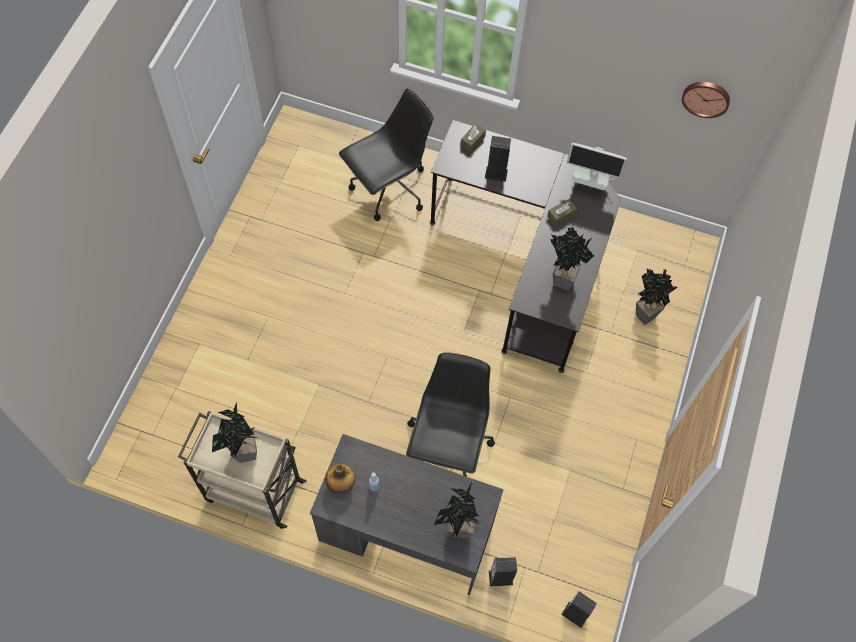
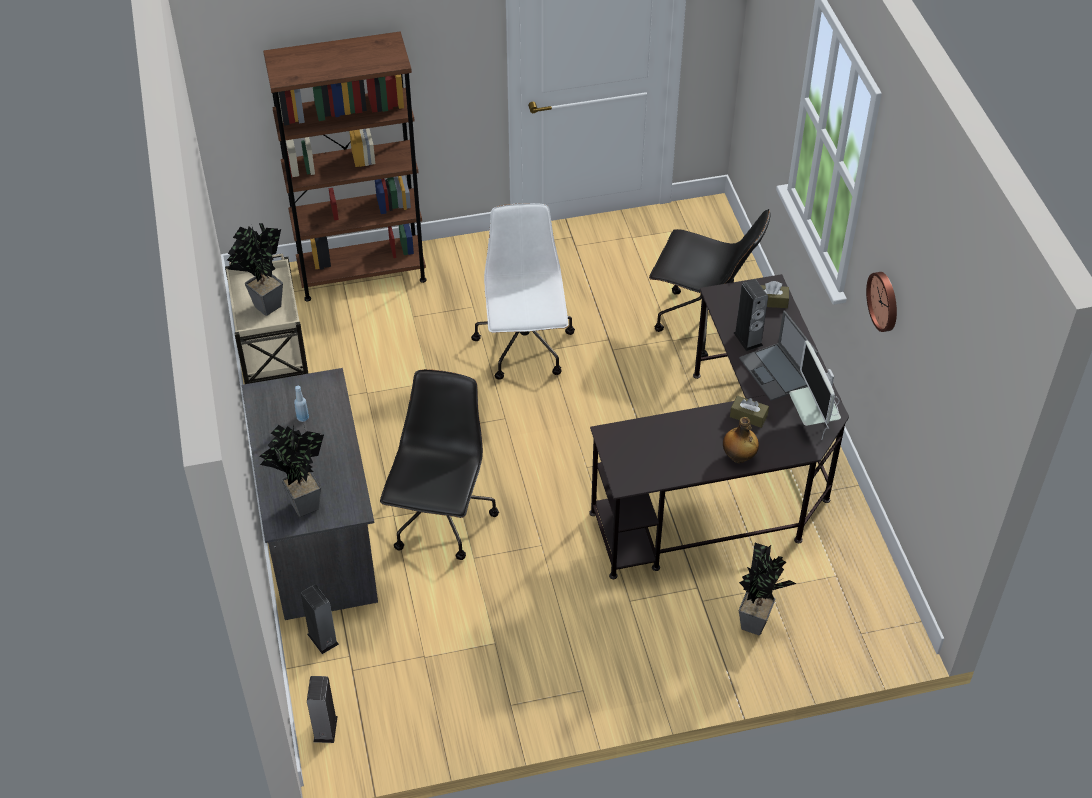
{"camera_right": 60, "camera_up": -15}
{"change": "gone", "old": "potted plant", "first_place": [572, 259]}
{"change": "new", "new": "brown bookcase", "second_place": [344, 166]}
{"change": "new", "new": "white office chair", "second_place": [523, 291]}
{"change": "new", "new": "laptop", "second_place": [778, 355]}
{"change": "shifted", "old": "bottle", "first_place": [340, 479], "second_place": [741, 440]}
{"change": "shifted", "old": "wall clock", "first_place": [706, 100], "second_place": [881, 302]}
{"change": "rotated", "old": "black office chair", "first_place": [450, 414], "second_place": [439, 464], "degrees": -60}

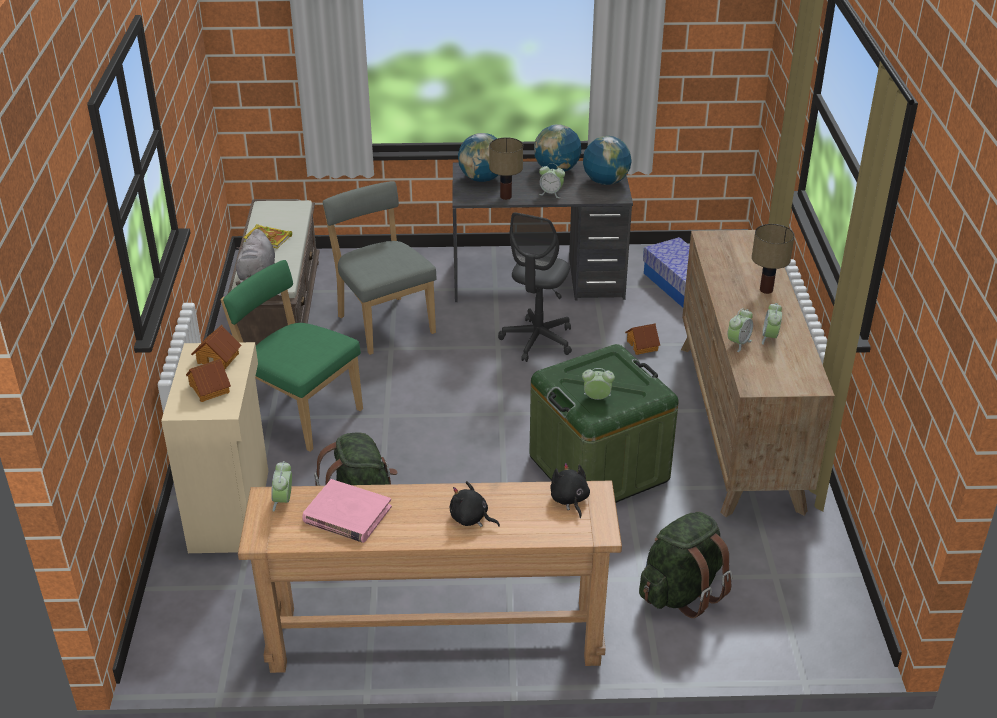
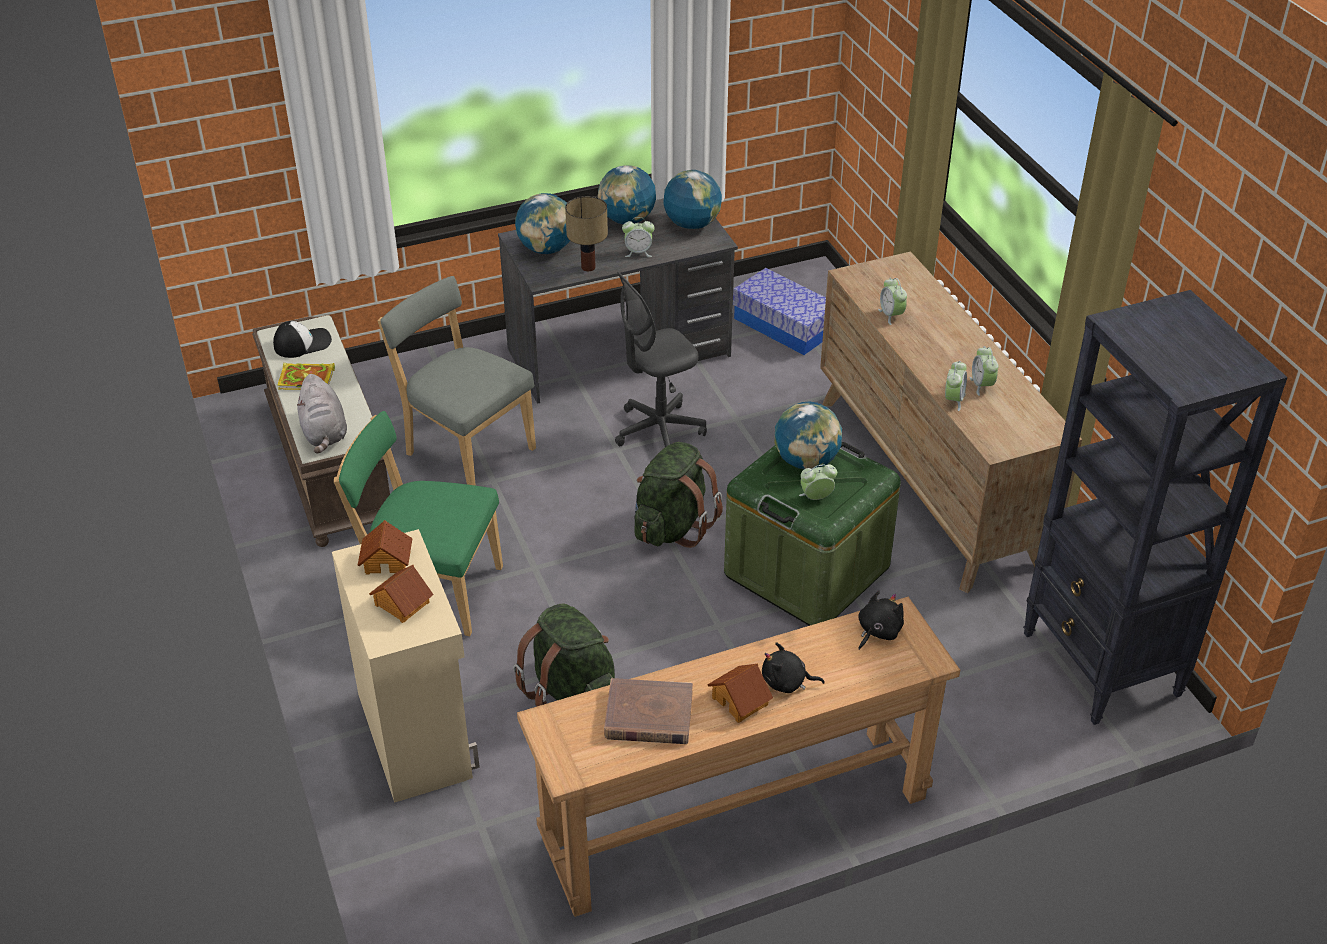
{"camera_right": -20, "camera_up": 5}
{"change": "gone", "old": "table lamp", "first_place": [773, 259]}
{"change": "new", "new": "cap", "second_place": [302, 339]}
{"change": "new", "new": "globe", "second_place": [808, 435]}
{"change": "new", "new": "black bookcase", "second_place": [1155, 507]}
{"change": "shifted", "old": "alarm clock", "first_place": [281, 486], "second_place": [892, 301]}
{"change": "shifted", "old": "toy house", "first_place": [642, 339], "second_place": [740, 693]}
{"change": "shifted", "old": "green backpack", "first_place": [686, 565], "second_place": [678, 495]}
{"change": "repainted", "old": "pink book", "new": "brown book", "first_place": [347, 511], "second_place": [648, 711]}
{"change": "rotated", "old": "grey office chair", "first_place": [535, 287], "second_place": [661, 359], "degrees": 60}
{"change": "rotated", "old": "black plush toy", "first_place": [570, 490], "second_place": [881, 620], "degrees": 75}

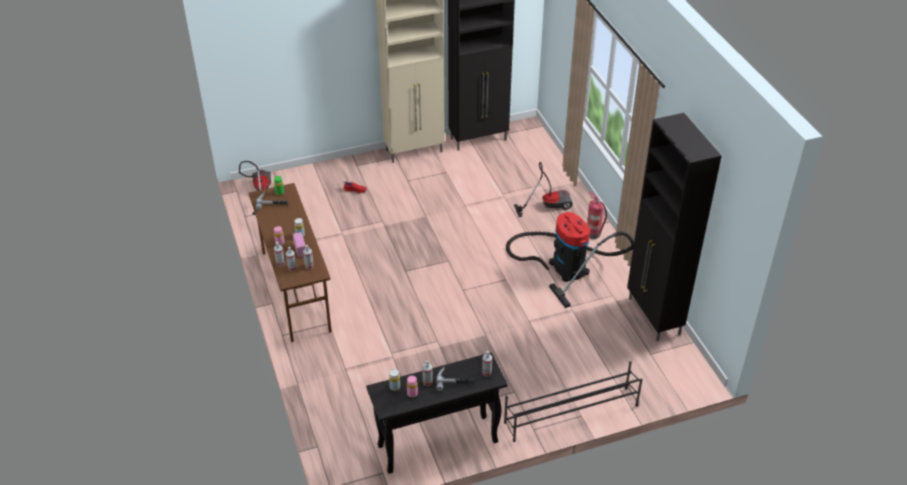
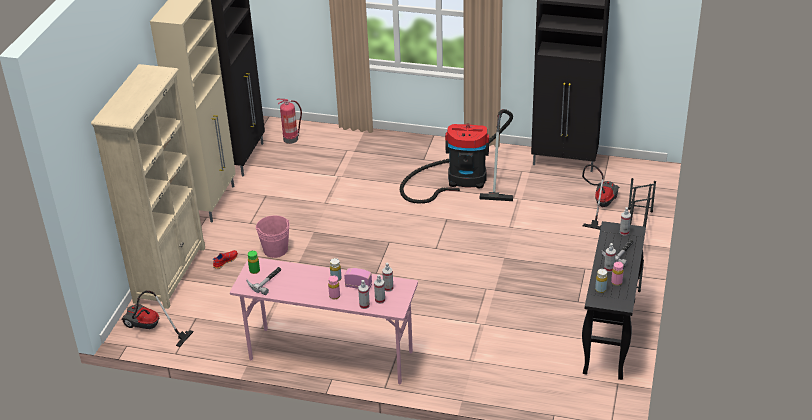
{"camera_right": -55, "camera_up": -5}
{"change": "new", "new": "beige bookcase", "second_place": [148, 186]}
{"change": "new", "new": "pink bucket", "second_place": [273, 236]}
{"change": "shifted", "old": "vacuum cleaner", "first_place": [543, 189], "second_place": [601, 197]}
{"change": "shifted", "old": "fire extinguisher", "first_place": [597, 215], "second_place": [289, 121]}
{"change": "repainted", "old": "brown desk", "new": "pink desk", "first_place": [290, 262], "second_place": [324, 321]}

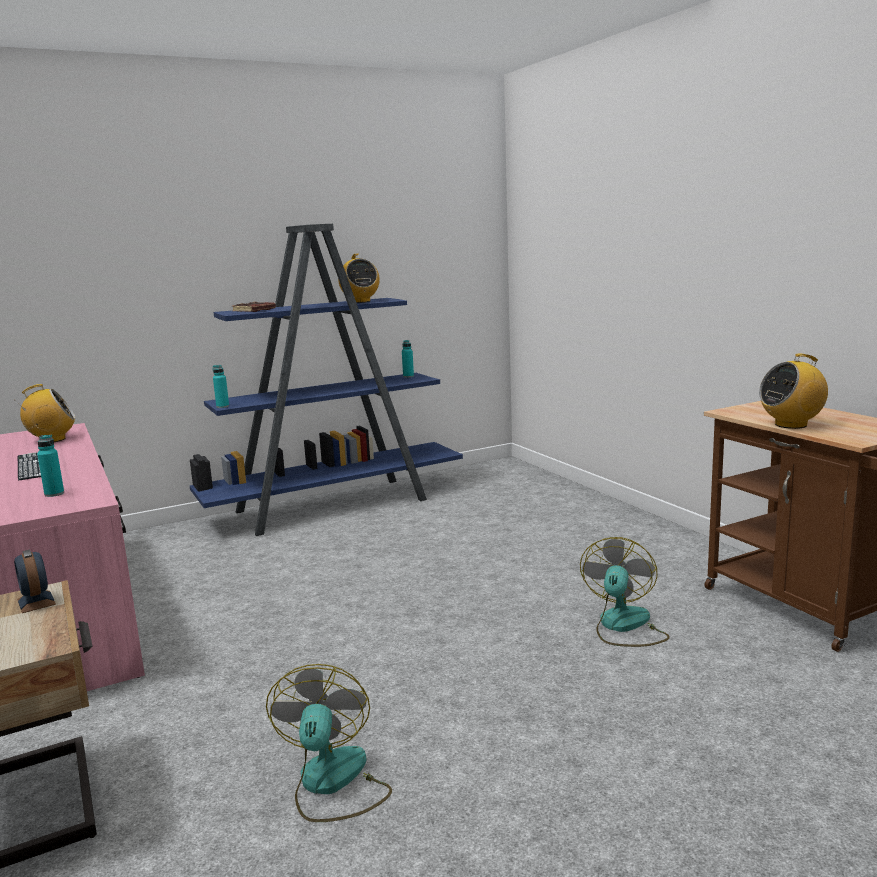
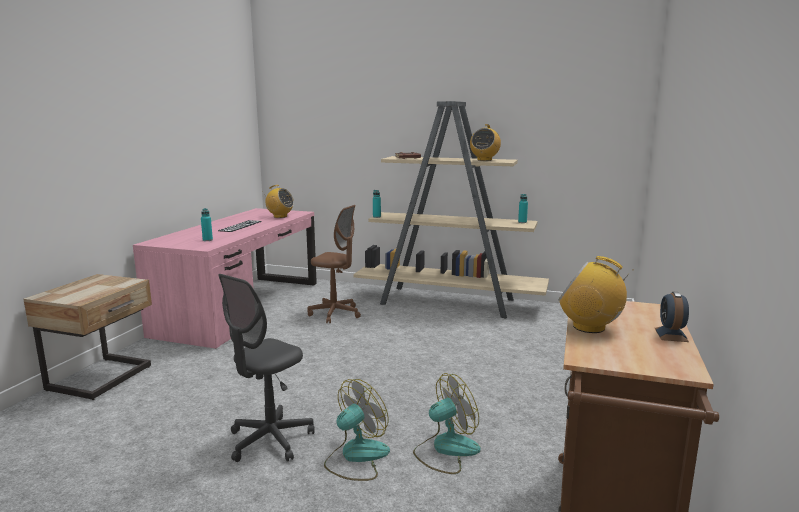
{"camera_right": 45, "camera_up": 0}
{"change": "new", "new": "grey office chair", "second_place": [266, 368]}
{"change": "new", "new": "brown office chair", "second_place": [334, 264]}
{"change": "shifted", "old": "alarm clock", "first_place": [35, 581], "second_place": [671, 317]}
{"change": "shifted", "old": "fan", "first_place": [329, 743], "second_place": [357, 430]}
{"change": "repainted", "old": "blue bookcase", "new": "beige bookcase", "first_place": [326, 380], "second_place": [451, 209]}

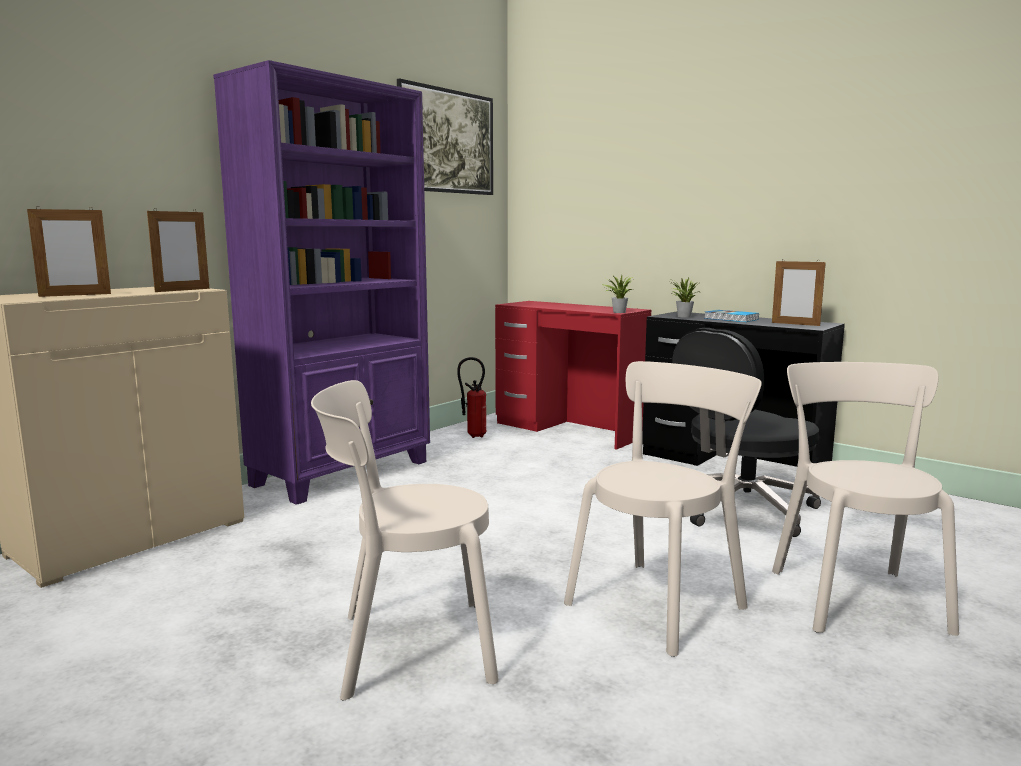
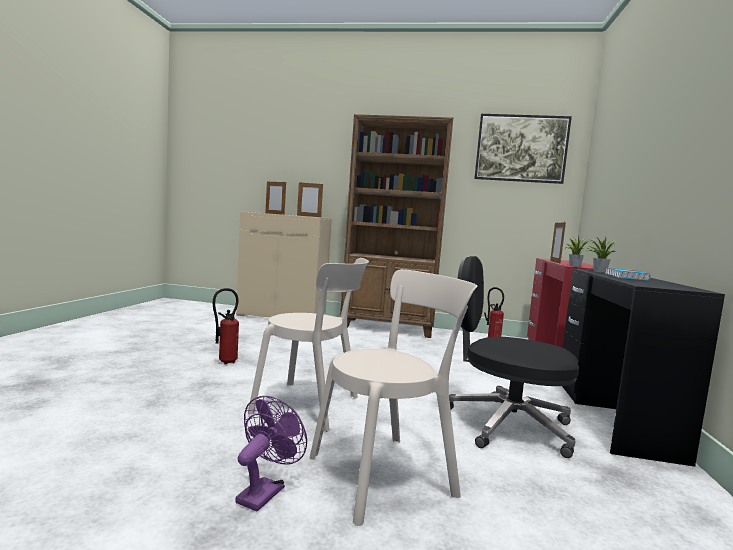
{"camera_right": 60, "camera_up": -5}
{"change": "new", "new": "purple fan", "second_place": [271, 453]}
{"change": "shifted", "old": "picture frame", "first_place": [799, 292], "second_place": [558, 243]}
{"change": "swapped", "old": "beige chair", "new": "fire extinguisher", "first_place": [405, 540], "second_place": [226, 326]}
{"change": "repainted", "old": "purple bookcase", "new": "brown bookcase", "first_place": [321, 282], "second_place": [396, 226]}

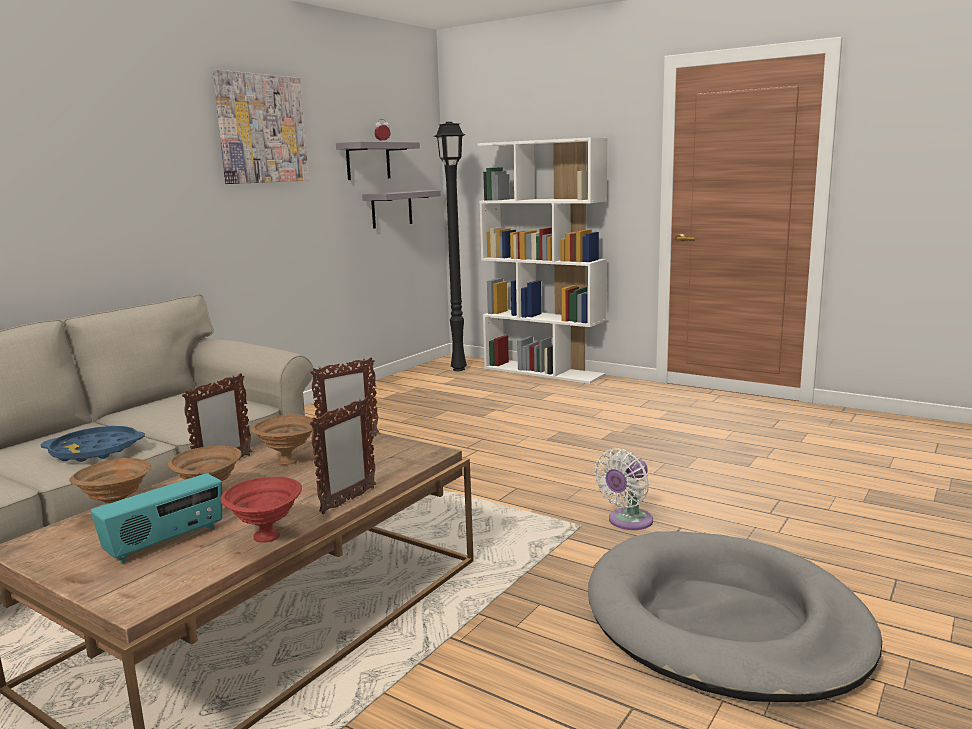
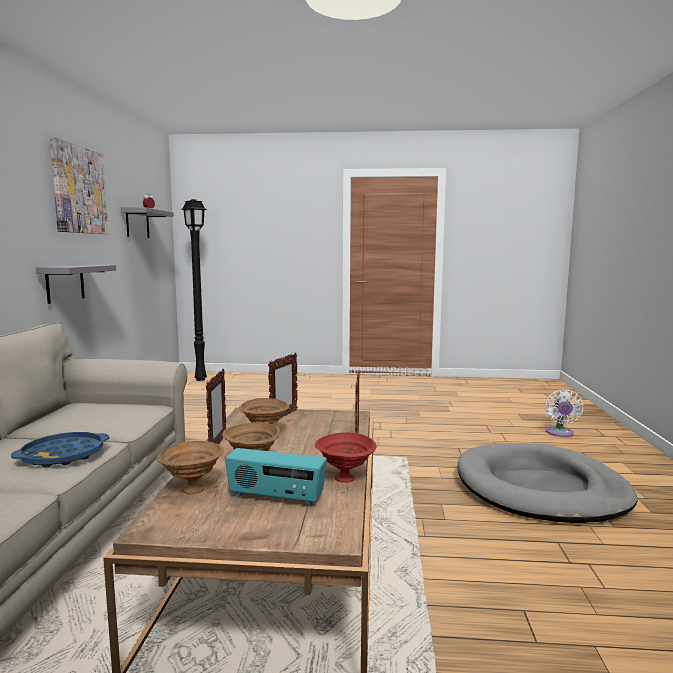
{"camera_right": -30, "camera_up": -5}
{"change": "gone", "old": "white bookcase", "first_place": [542, 260]}
{"change": "shifted", "old": "grey shelf", "first_place": [401, 209], "second_place": [76, 284]}
{"change": "shifted", "old": "white fan", "first_place": [623, 489], "second_place": [564, 413]}
{"change": "rotated", "old": "radio", "first_place": [156, 518], "second_place": [276, 477], "degrees": 90}

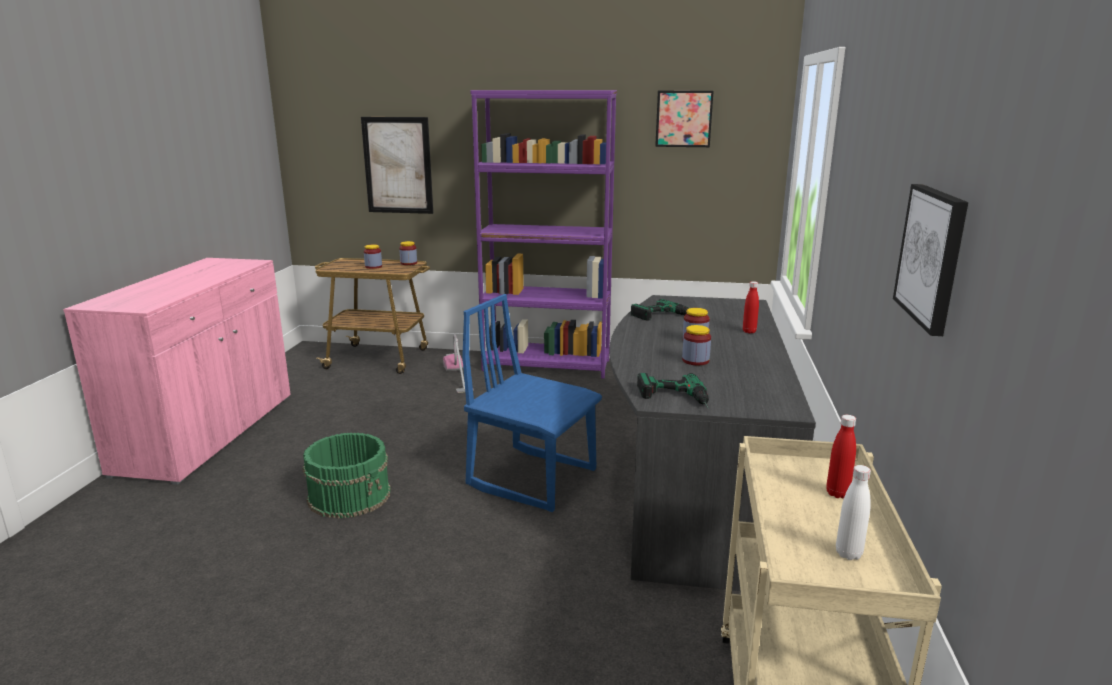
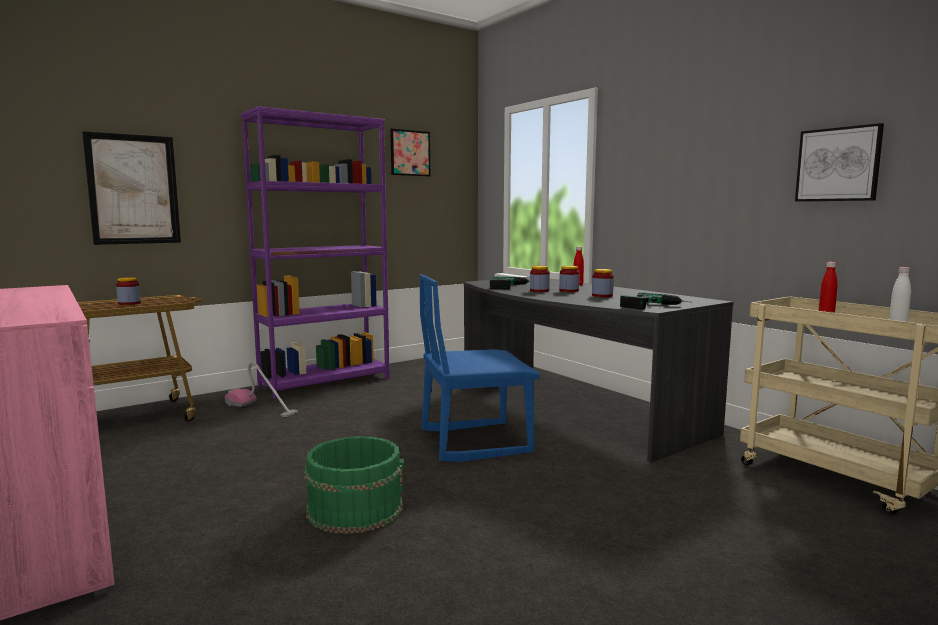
{"camera_right": -45, "camera_up": -10}
{"change": "shifted", "old": "jar", "first_place": [408, 253], "second_place": [540, 279]}

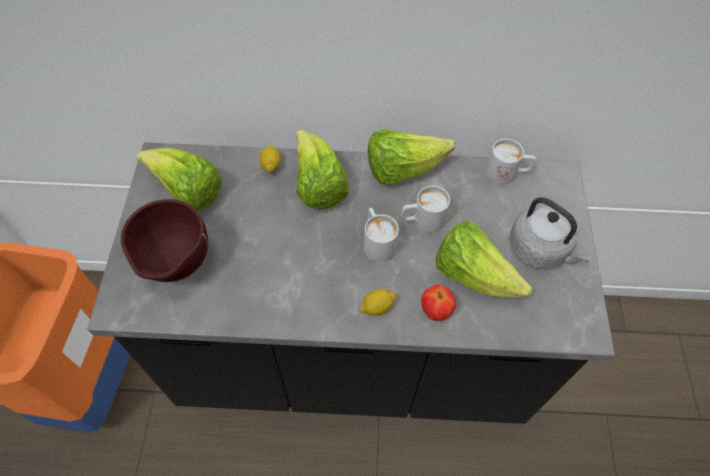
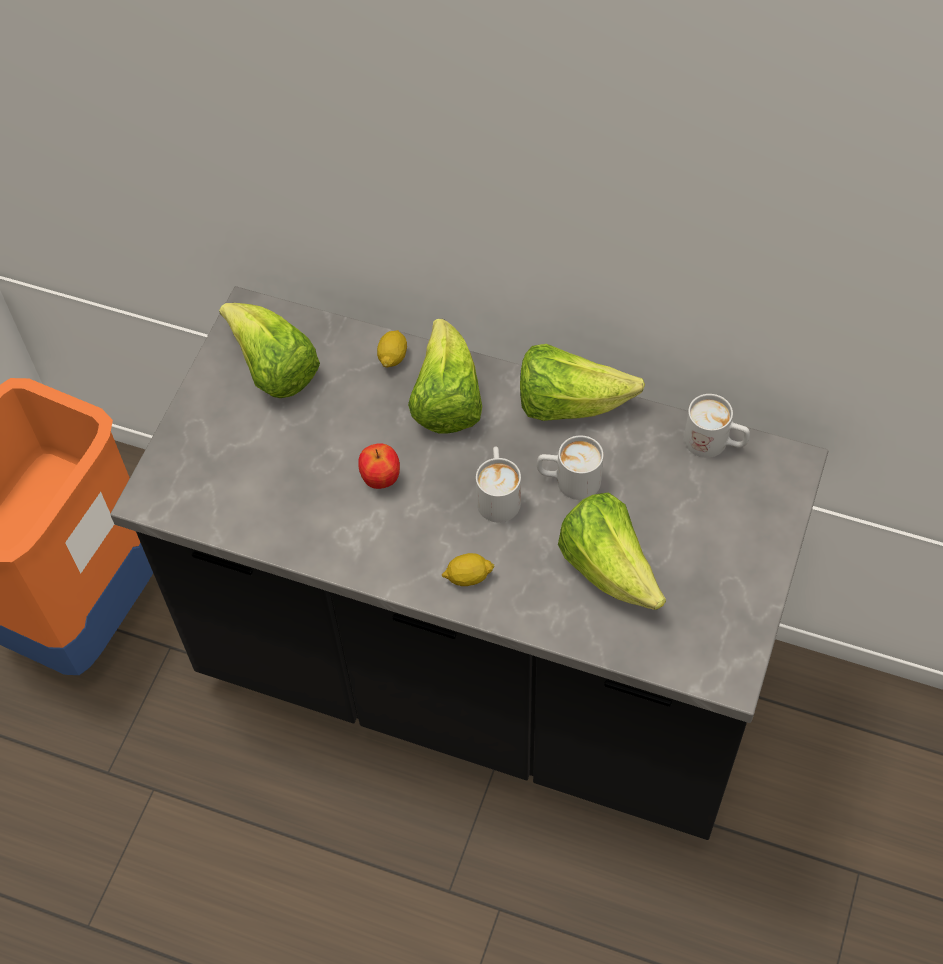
{"camera_right": 20, "camera_up": 0}
{"change": "gone", "old": "brown bowl", "first_place": [164, 240]}
{"change": "gone", "old": "grey kettle", "first_place": [550, 233]}
{"change": "shifted", "old": "apple", "first_place": [438, 303], "second_place": [379, 466]}

